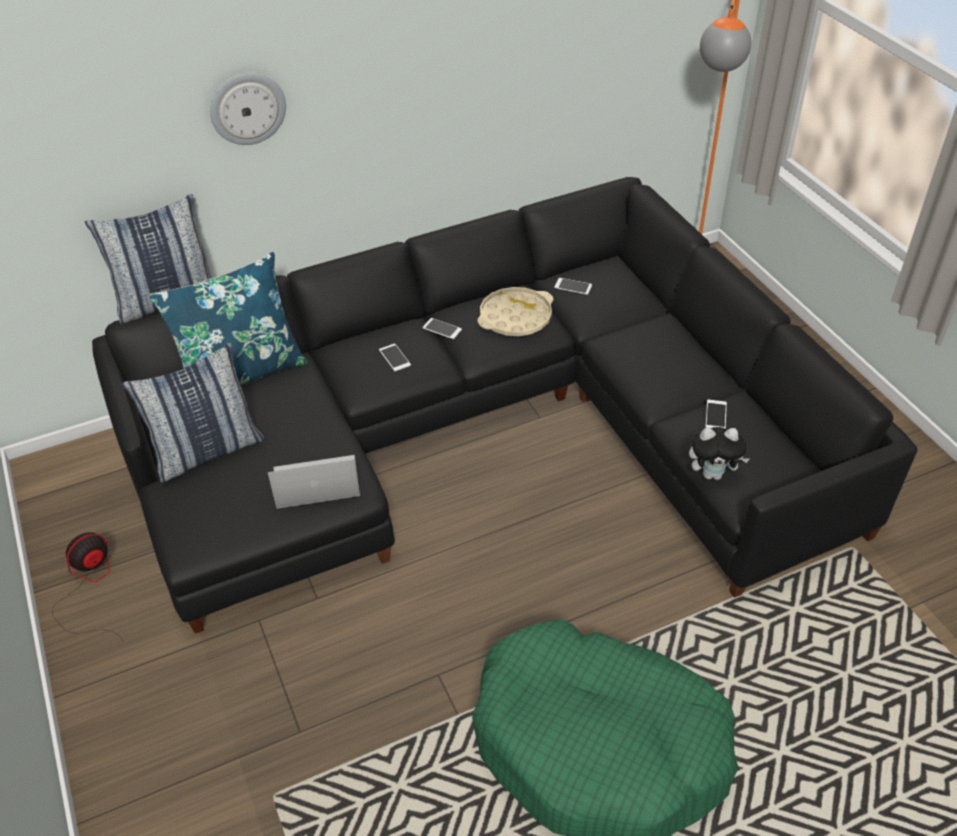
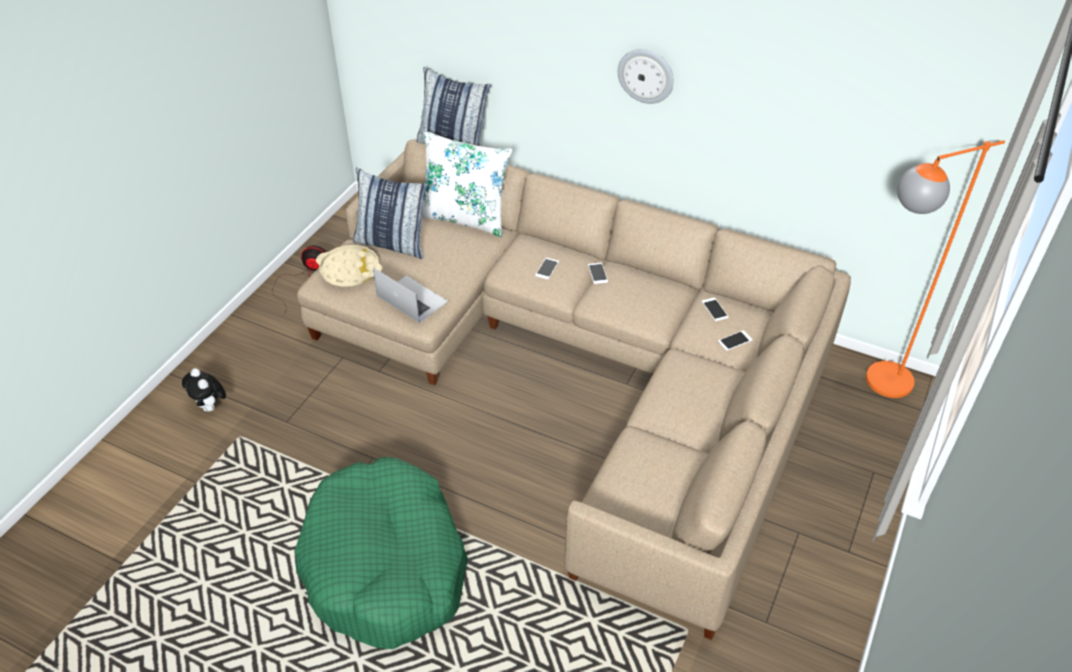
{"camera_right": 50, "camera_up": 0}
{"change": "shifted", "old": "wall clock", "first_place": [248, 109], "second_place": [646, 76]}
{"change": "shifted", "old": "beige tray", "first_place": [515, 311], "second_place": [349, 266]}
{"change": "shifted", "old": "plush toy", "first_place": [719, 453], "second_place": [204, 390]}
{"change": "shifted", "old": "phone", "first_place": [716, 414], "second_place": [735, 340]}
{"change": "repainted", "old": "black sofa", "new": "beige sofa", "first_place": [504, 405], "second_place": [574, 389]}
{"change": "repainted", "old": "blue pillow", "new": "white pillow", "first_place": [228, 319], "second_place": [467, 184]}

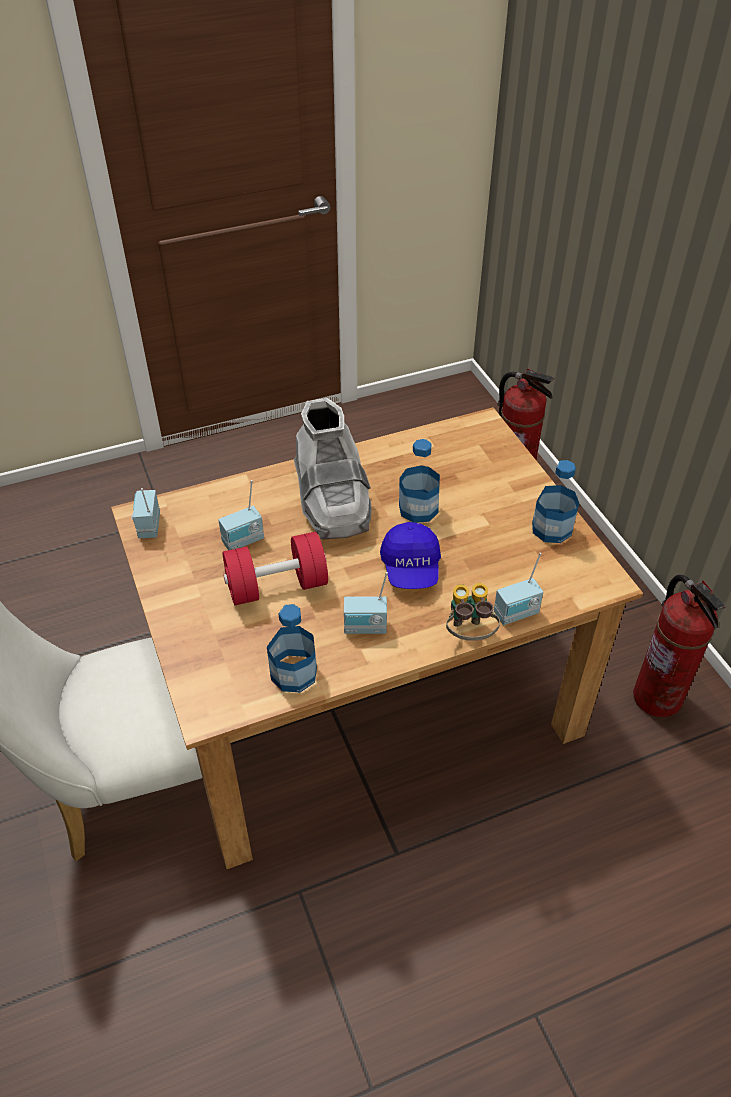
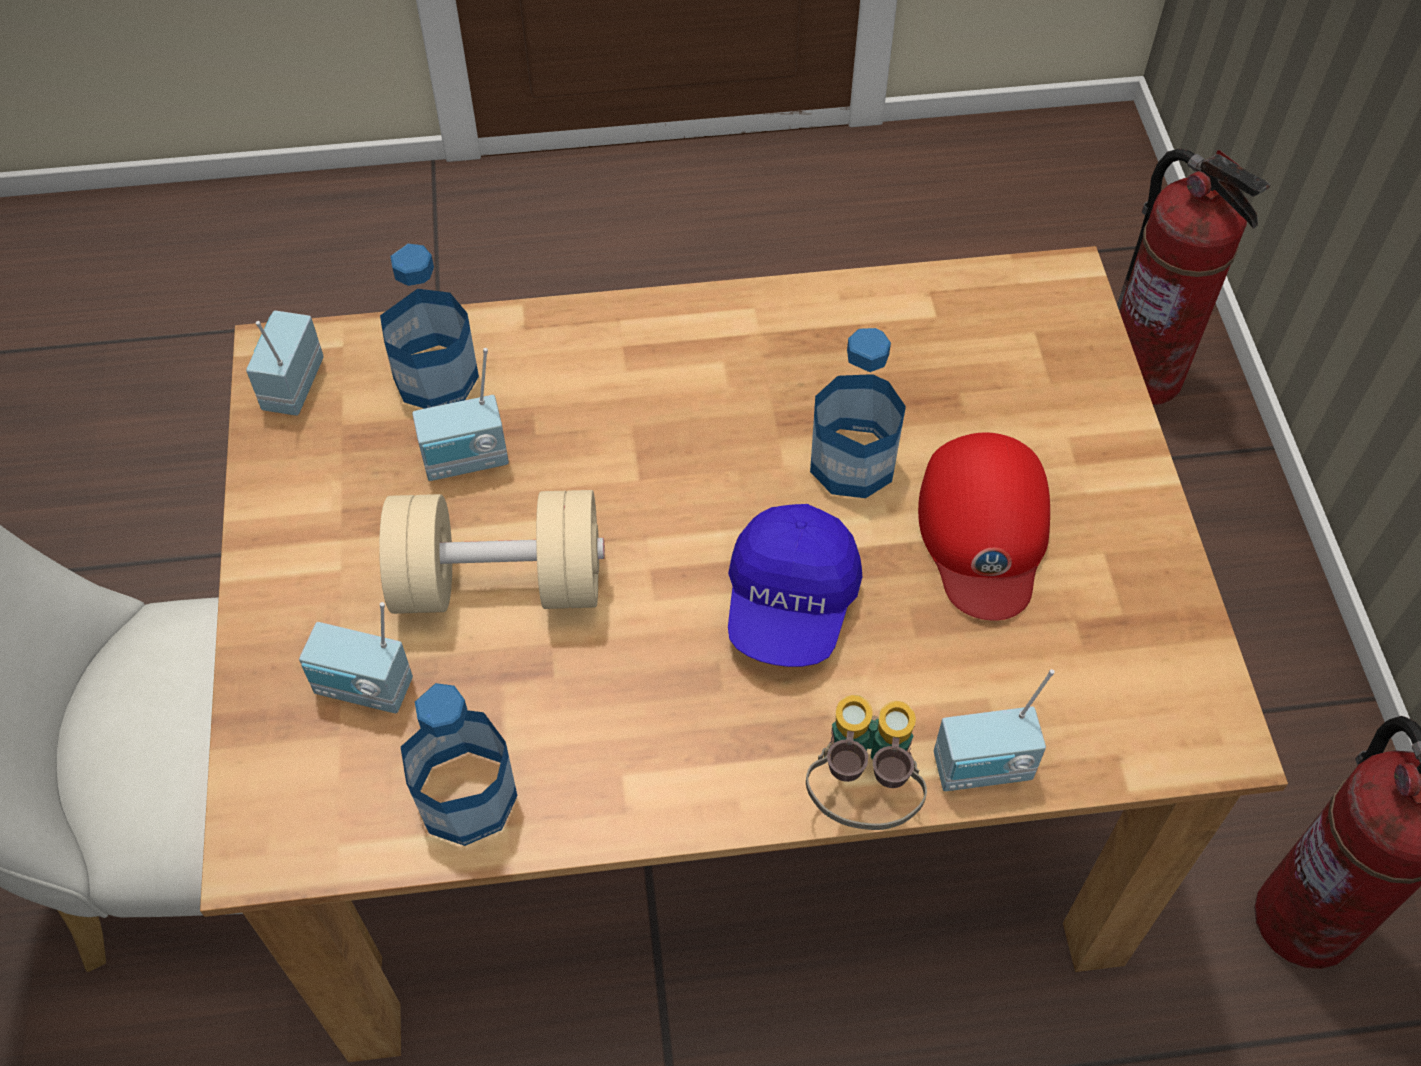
{"camera_right": 15, "camera_up": 10}
{"change": "gone", "old": "grey boot", "first_place": [333, 468]}
{"change": "new", "new": "red cap", "second_place": [984, 526]}
{"change": "shifted", "old": "radio", "first_place": [366, 603], "second_place": [356, 657]}
{"change": "shifted", "old": "bottle", "first_place": [555, 501], "second_place": [429, 326]}
{"change": "repainted", "old": "red dumbbell", "new": "beige dumbbell", "first_place": [275, 568], "second_place": [492, 552]}

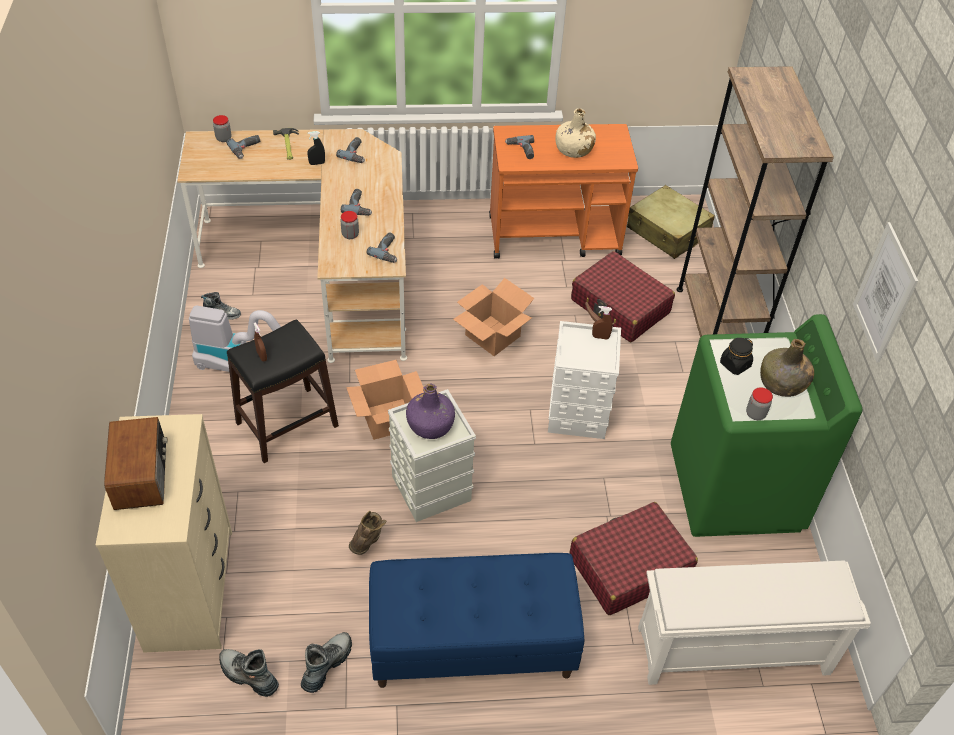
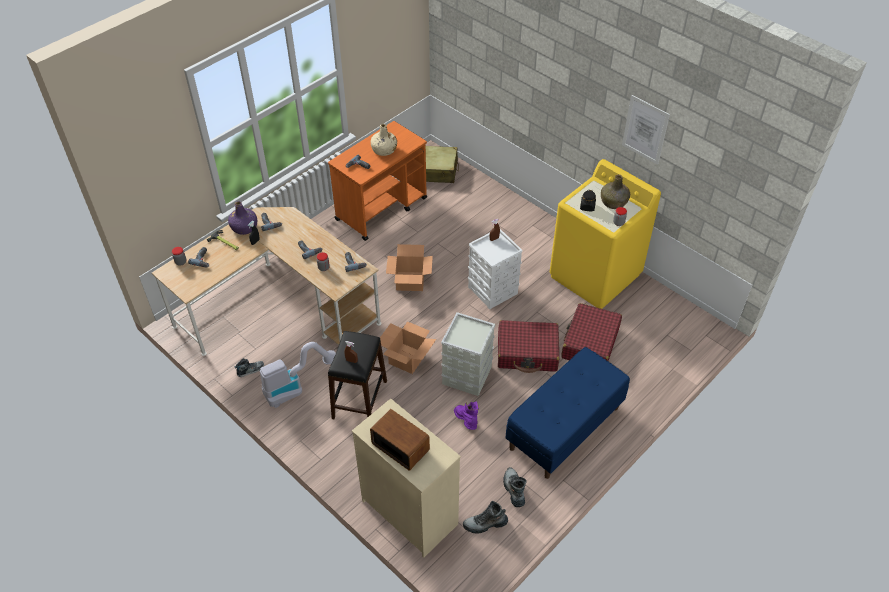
{"camera_right": -40, "camera_up": 0}
{"change": "gone", "old": "white shoe rack", "first_place": [754, 623]}
{"change": "gone", "old": "brown bookcase", "first_place": [755, 202]}
{"change": "shifted", "old": "purple bottle", "first_place": [430, 411], "second_place": [242, 218]}
{"change": "shifted", "old": "red suitcase", "first_place": [623, 296], "second_place": [528, 346]}
{"change": "repainted", "old": "brown boot", "new": "purple boot", "first_place": [367, 533], "second_place": [466, 415]}
{"change": "repainted", "old": "green washing machine", "new": "yellow washing machine", "first_place": [766, 425], "second_place": [605, 234]}

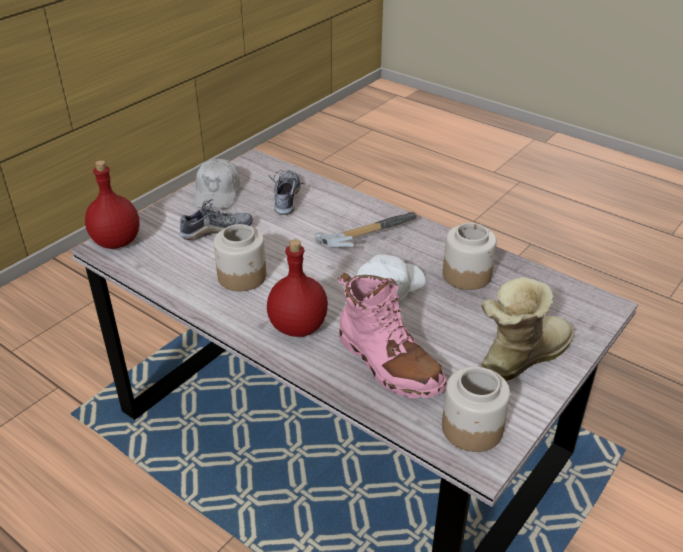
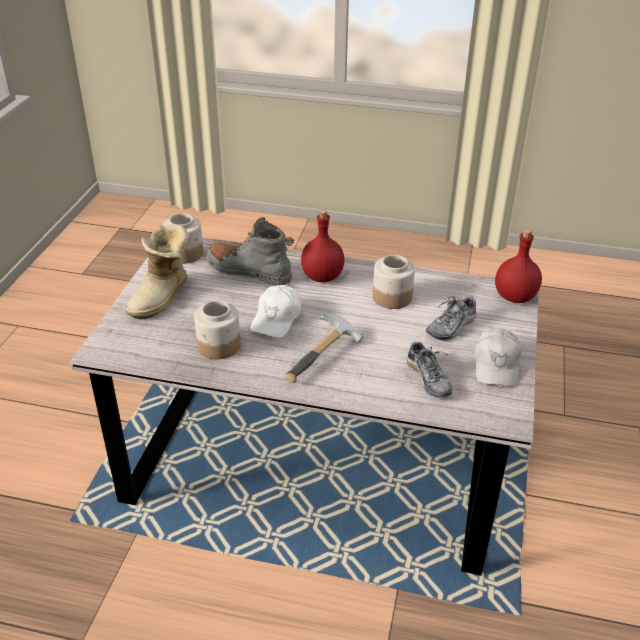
{"camera_right": 155, "camera_up": 0}
{"change": "repainted", "old": "pink boot", "new": "grey boot", "first_place": [392, 335], "second_place": [250, 251]}
{"change": "rotated", "old": "white cap", "first_place": [217, 184], "second_place": [498, 357], "degrees": -150}

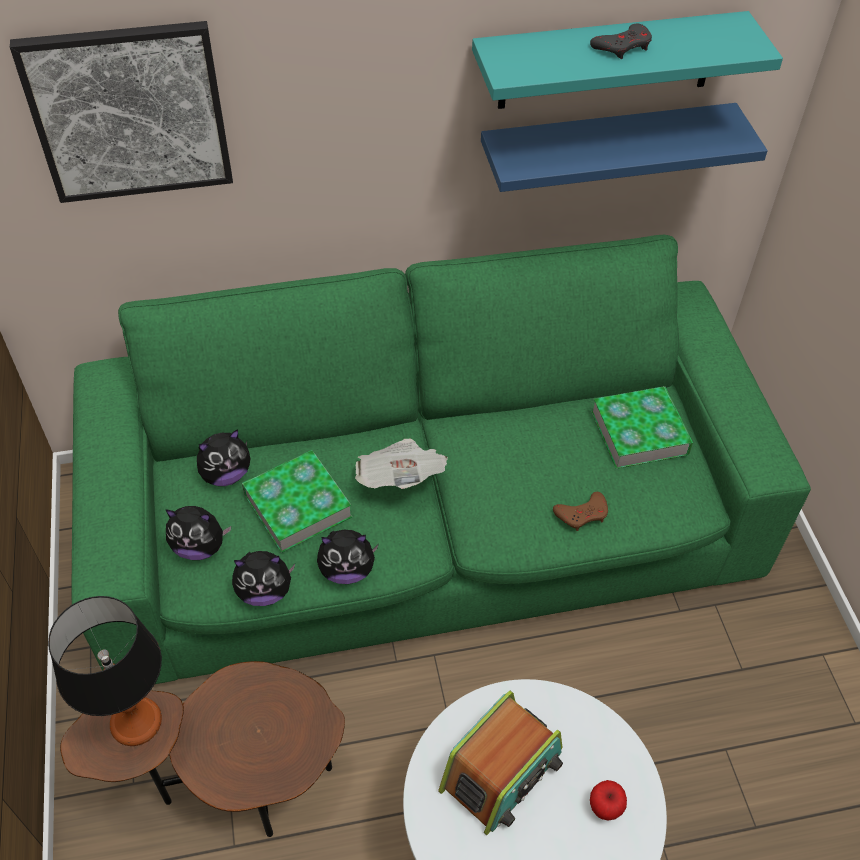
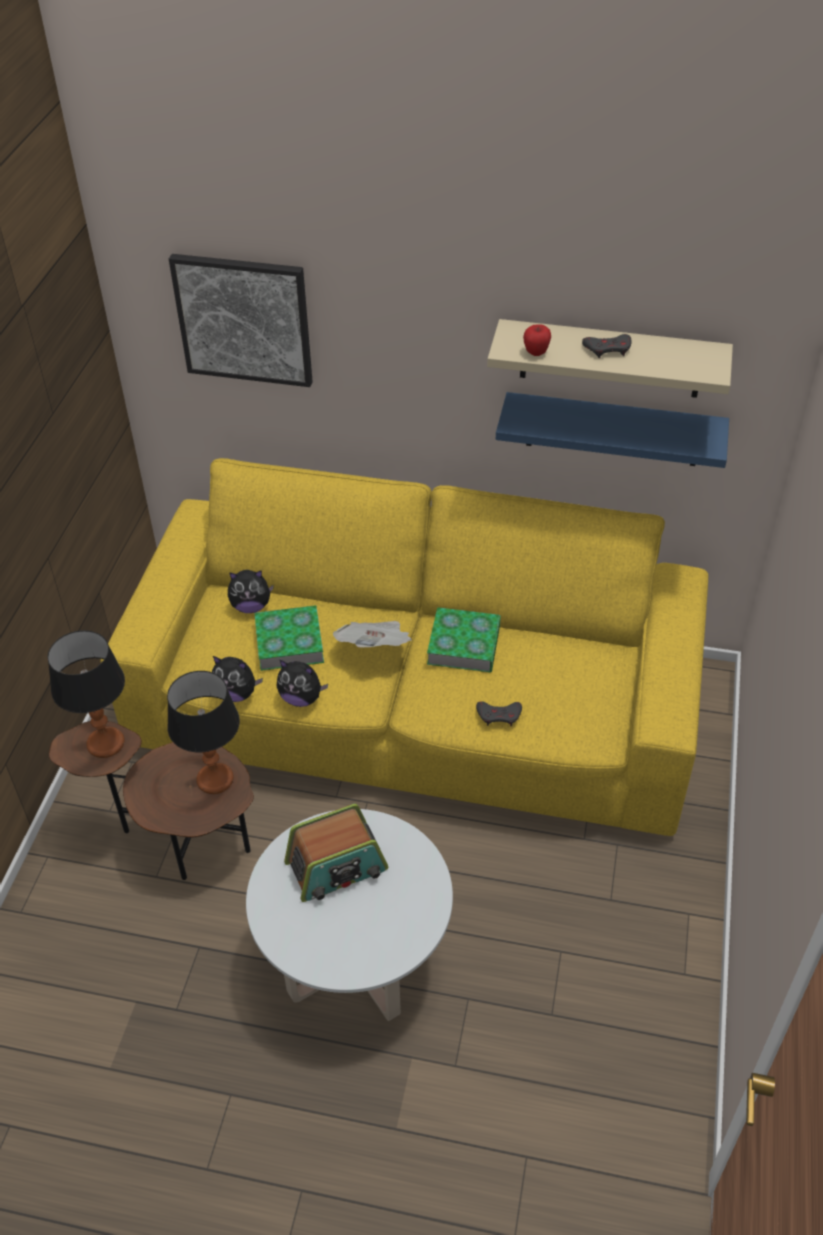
{"camera_right": 25, "camera_up": -5}
{"change": "gone", "old": "plush toy", "first_place": [198, 533]}
{"change": "new", "new": "table lamp", "second_place": [203, 732]}
{"change": "shifted", "old": "apple", "first_place": [608, 800], "second_place": [537, 340]}
{"change": "shifted", "old": "book", "first_place": [642, 427], "second_place": [464, 639]}
{"change": "repainted", "old": "green sofa", "new": "yellow sofa", "first_place": [441, 459], "second_place": [404, 647]}
{"change": "repainted", "old": "turquoise shelf", "new": "beige shelf", "first_place": [627, 60], "second_place": [610, 358]}
{"change": "repainted", "old": "brown game controller", "new": "grey game controller", "first_place": [580, 511], "second_place": [499, 713]}

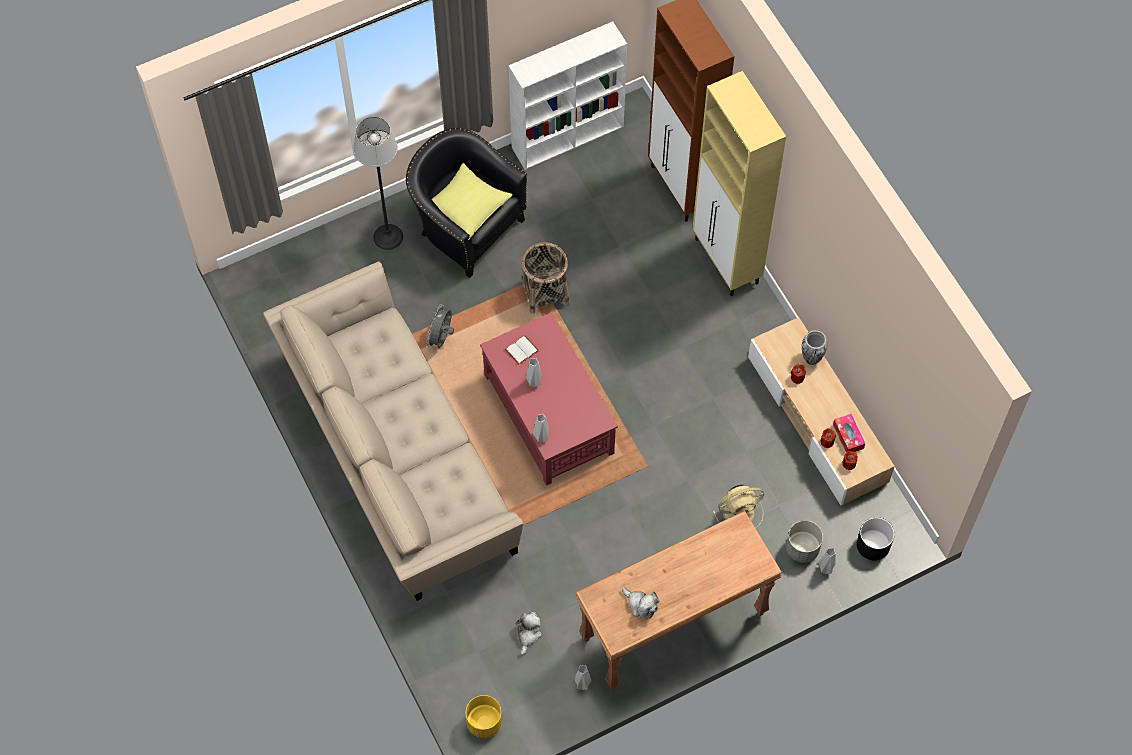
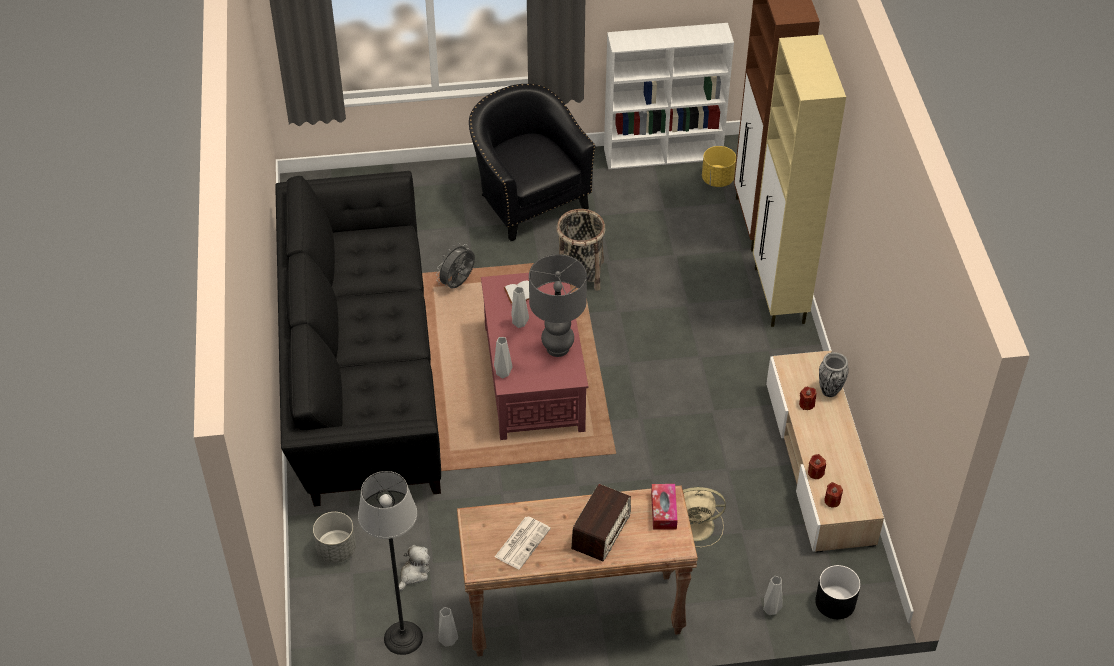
{"camera_right": 20, "camera_up": -15}
{"change": "gone", "old": "yellow pillow", "first_place": [472, 201]}
{"change": "new", "new": "grey table lamp", "second_place": [558, 305]}
{"change": "new", "new": "radio", "second_place": [601, 522]}
{"change": "shifted", "old": "floor lamp", "first_place": [378, 183], "second_place": [390, 563]}
{"change": "shifted", "old": "yellow planter", "first_place": [484, 716], "second_place": [719, 166]}
{"change": "shifted", "old": "grey planter", "first_place": [804, 541], "second_place": [334, 537]}
{"change": "shifted", "old": "tissue box", "first_place": [849, 433], "second_place": [664, 507]}
{"change": "swapped", "old": "plush toy", "new": "newspaper", "first_place": [641, 603], "second_place": [523, 543]}
{"change": "repainted", "old": "beige sofa", "new": "black sofa", "first_place": [393, 431], "second_place": [358, 339]}

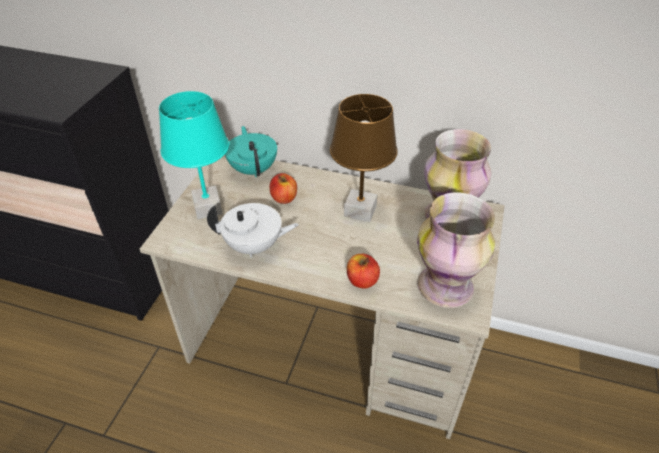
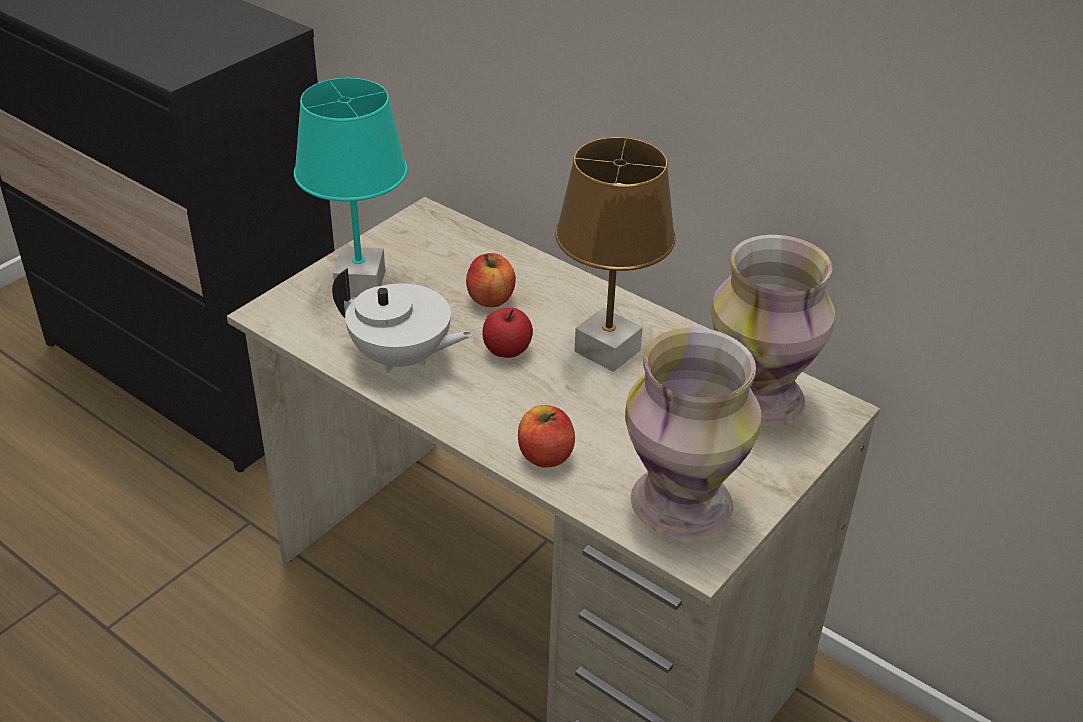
{"camera_right": 20, "camera_up": -5}
{"change": "gone", "old": "turquoise teapot", "first_place": [251, 151]}
{"change": "new", "new": "apple", "second_place": [508, 333]}

